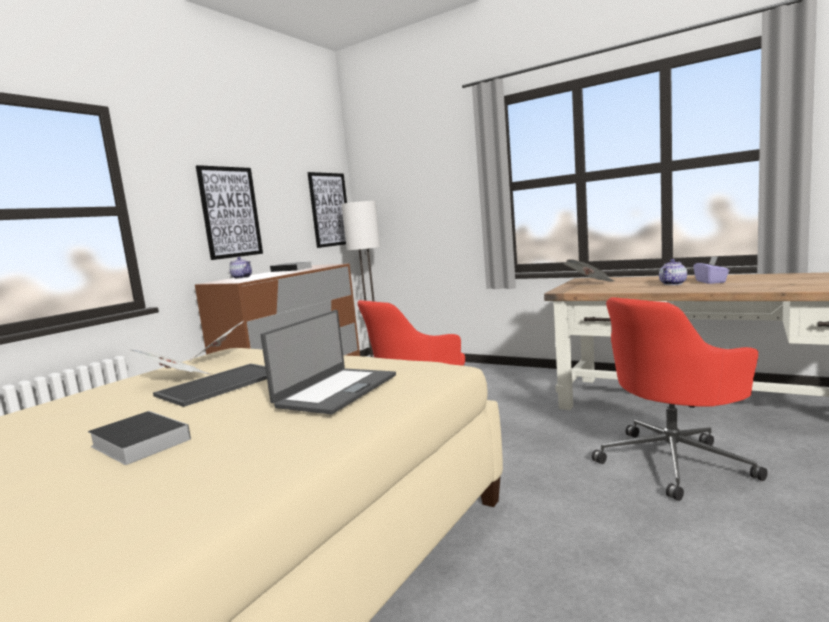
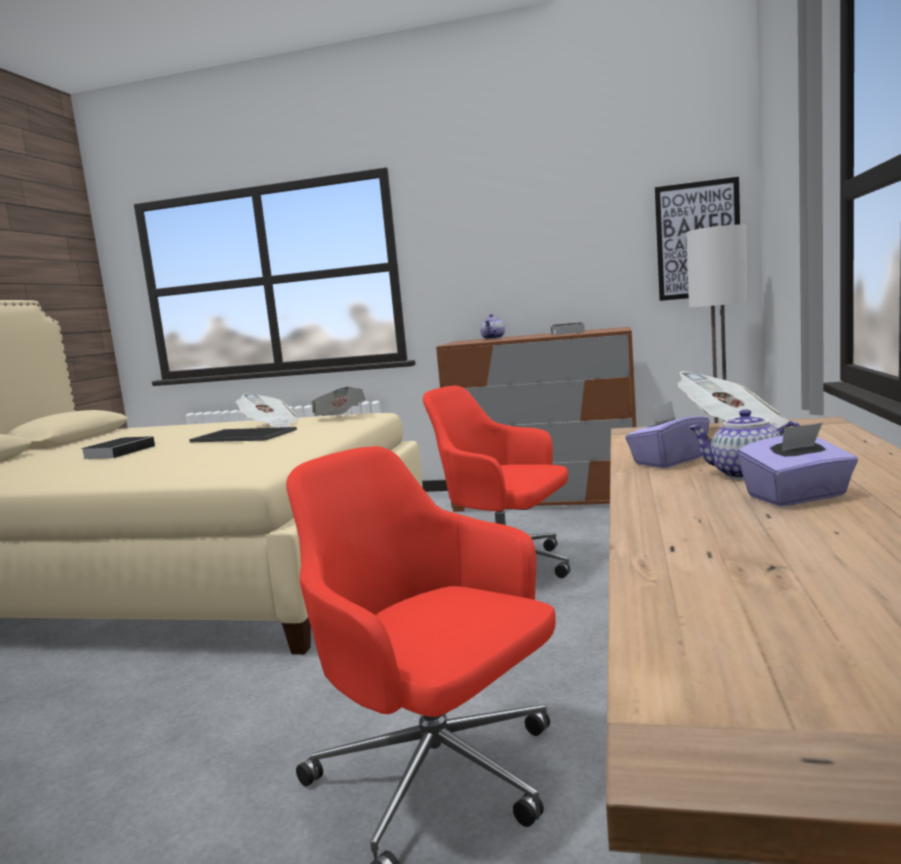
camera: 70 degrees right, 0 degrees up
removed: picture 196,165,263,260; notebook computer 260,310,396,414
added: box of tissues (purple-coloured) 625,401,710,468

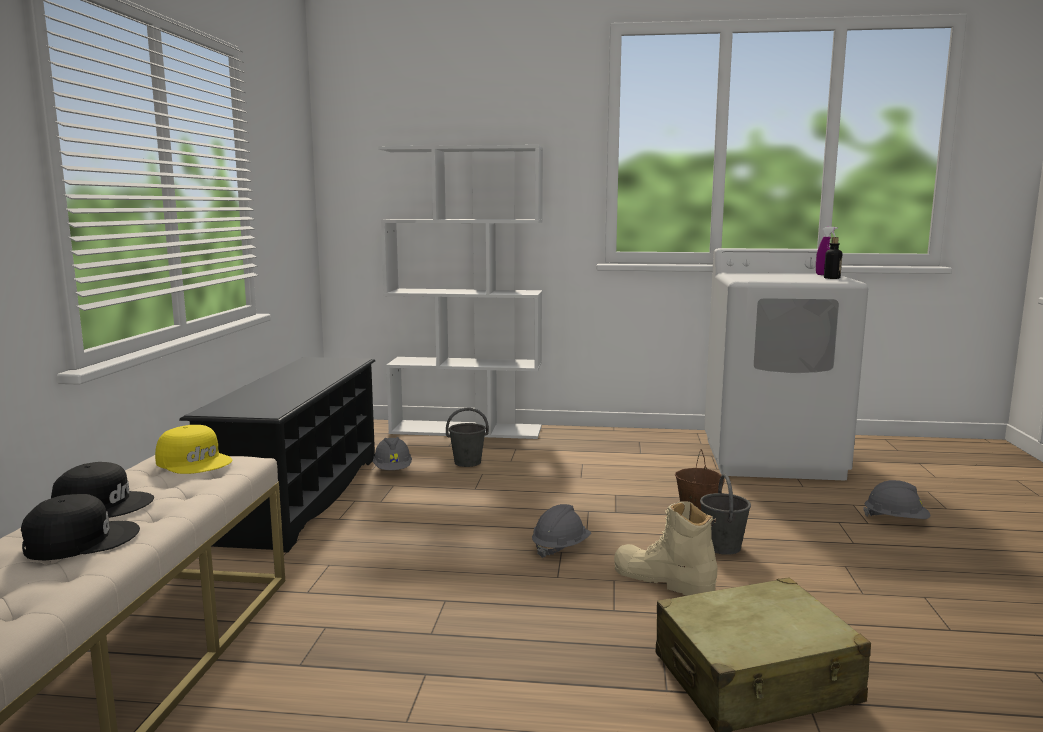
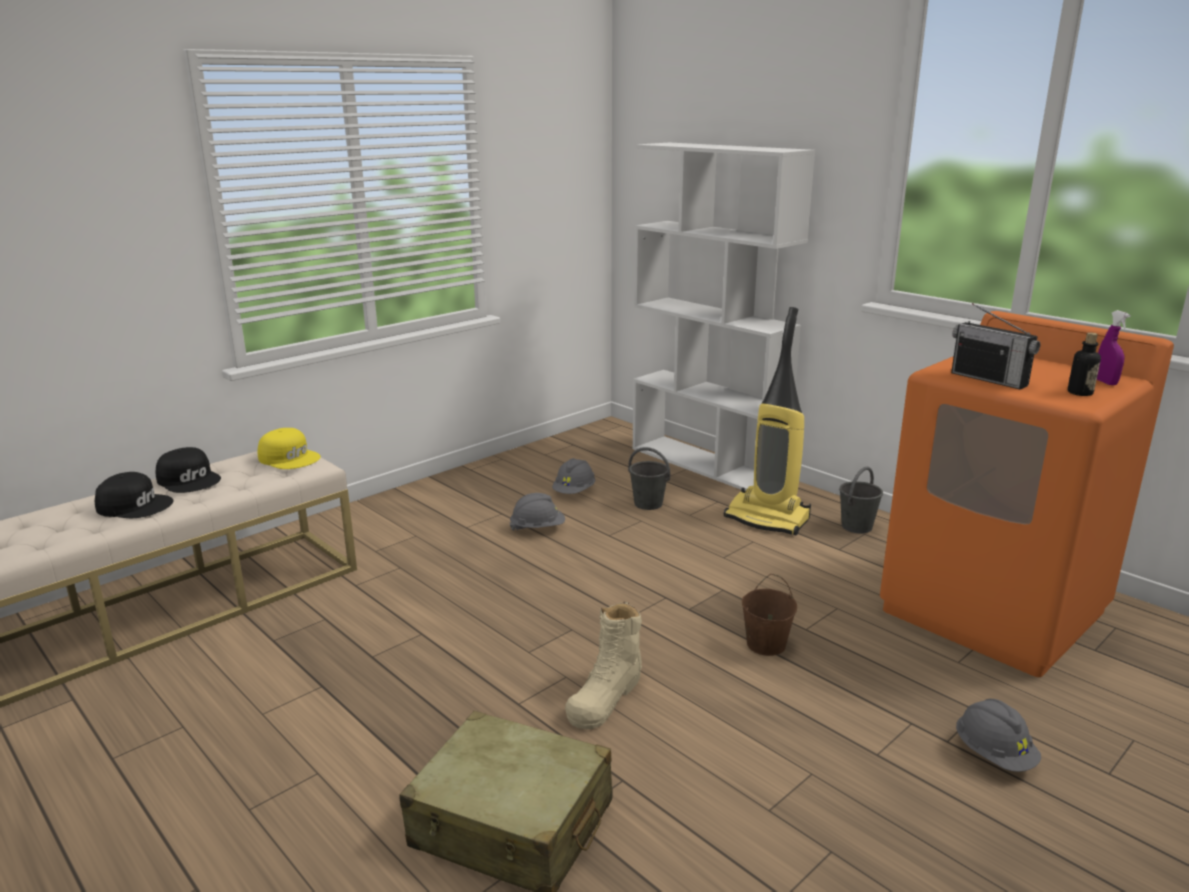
camera: 40 degrees right, 10 degrees up
removed: shoe rack (black-coloured) 179,357,375,553
added: vacuum 724,307,811,535; radio 951,303,1040,389
moved: hard hat (gray) 532,504,591,558 to 510,493,565,531; bucket (gray) 700,474,751,555 to 839,467,883,533
recoloured: laundry appliance (white-coloured) 704,248,868,480 to laundry appliance (orange-coloured) 880,311,1174,677
turned: cap (yellow-coloured) 155,425,232,474 = 257,428,321,469 45 degrees counterclockwise; boot (sand-coloured) 614,502,718,596 = 565,602,642,729 135 degrees counterclockwise

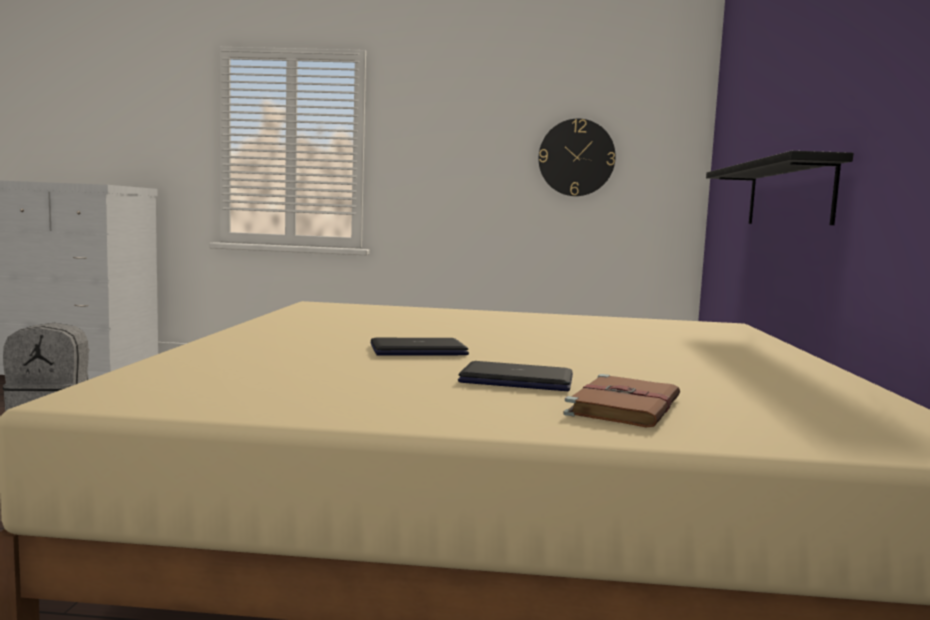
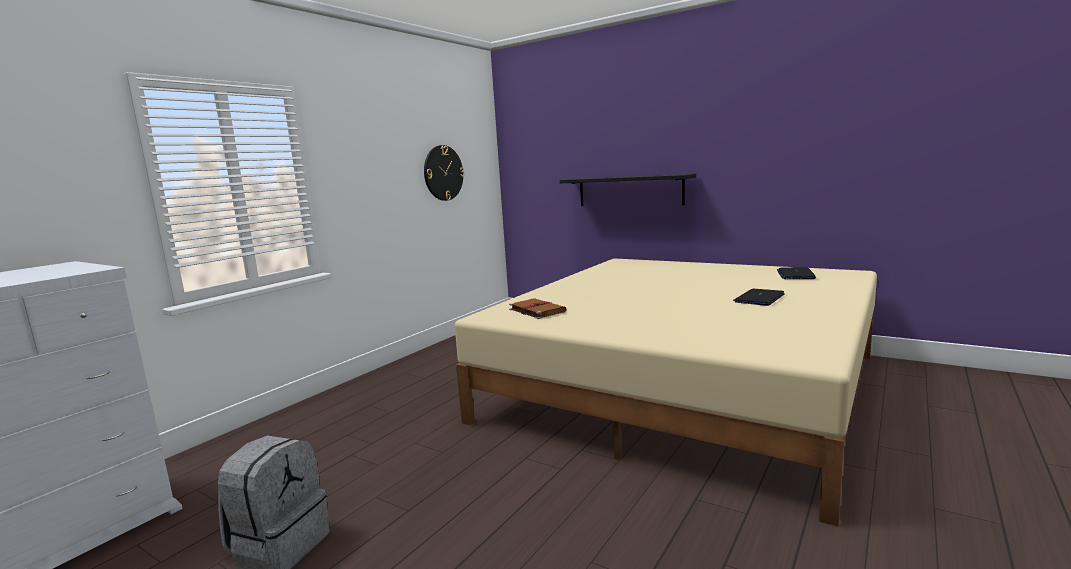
camera: 60 degrees left, 5 degrees up
moved: notebook computer 370,338,469,356 to 777,267,816,279; volume (brown-coloured) 563,374,680,428 to 509,298,566,319

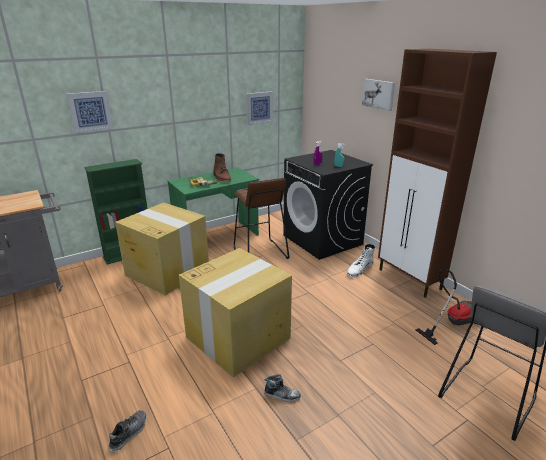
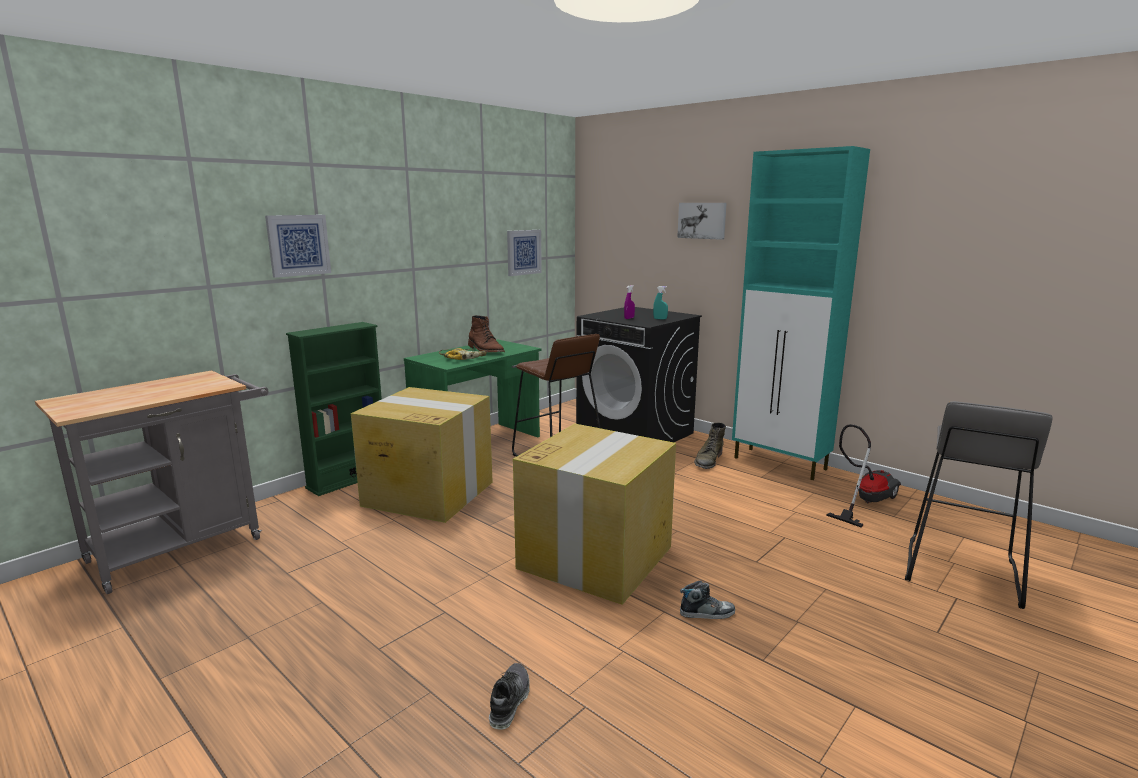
camera: 15 degrees left, 10 degrees down
recoloured: boot (white-coloured) 346,244,375,277 to boot (green-coloured) 694,422,726,469; storage cabinet (brown-coloured) 378,49,497,298 to storage cabinet (blue-green) 732,146,870,480

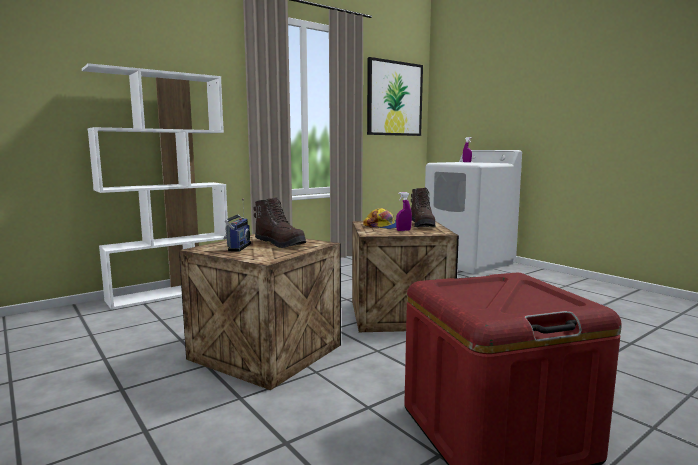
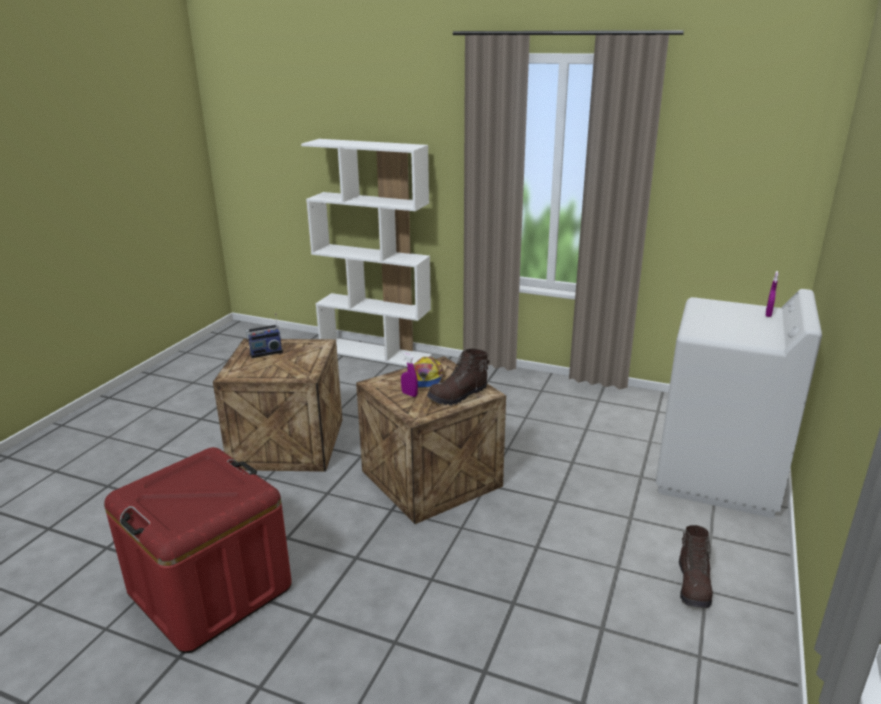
camera: 60 degrees right, 15 degrees up
removed: picture 367,57,423,136
moved: boot (brown-coloured) 253,197,306,248 to 679,525,713,608

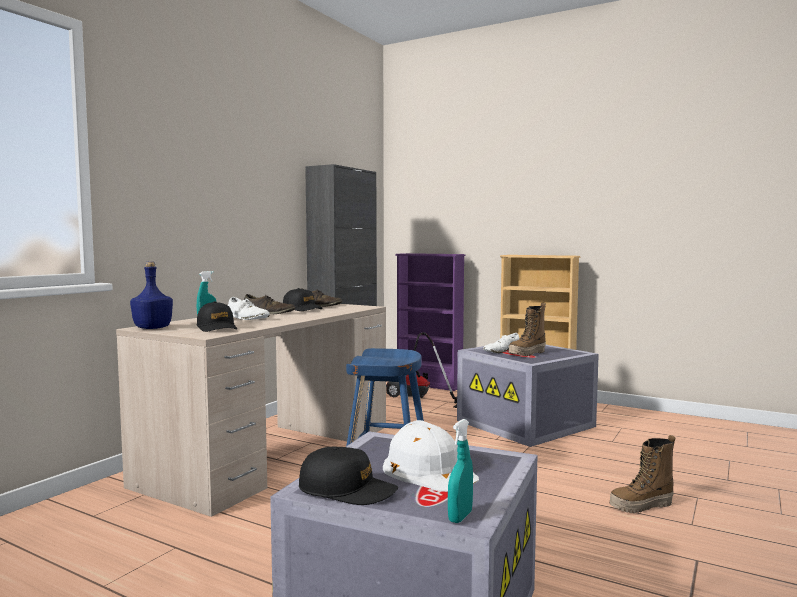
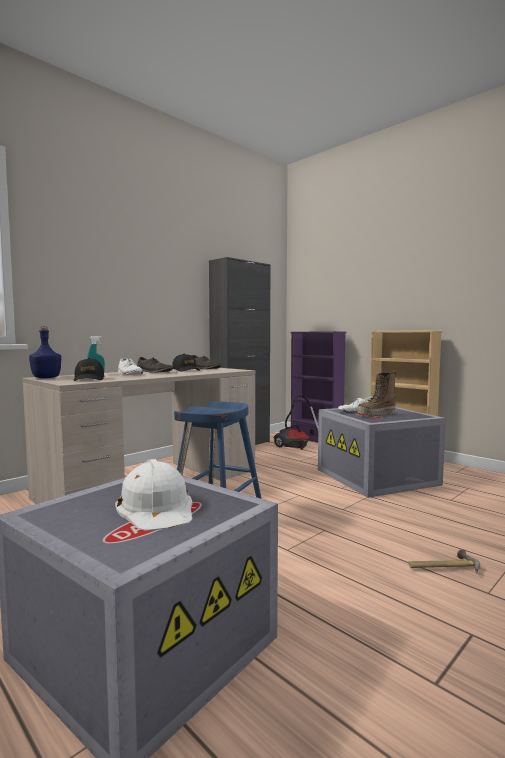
camera: 15 degrees right, 0 degrees up
removed: cap (black-coloured) 299,446,398,505; spray bottle (blue-green) 448,419,473,523
replaced: boot 610,435,675,513 to hammer 408,549,480,574

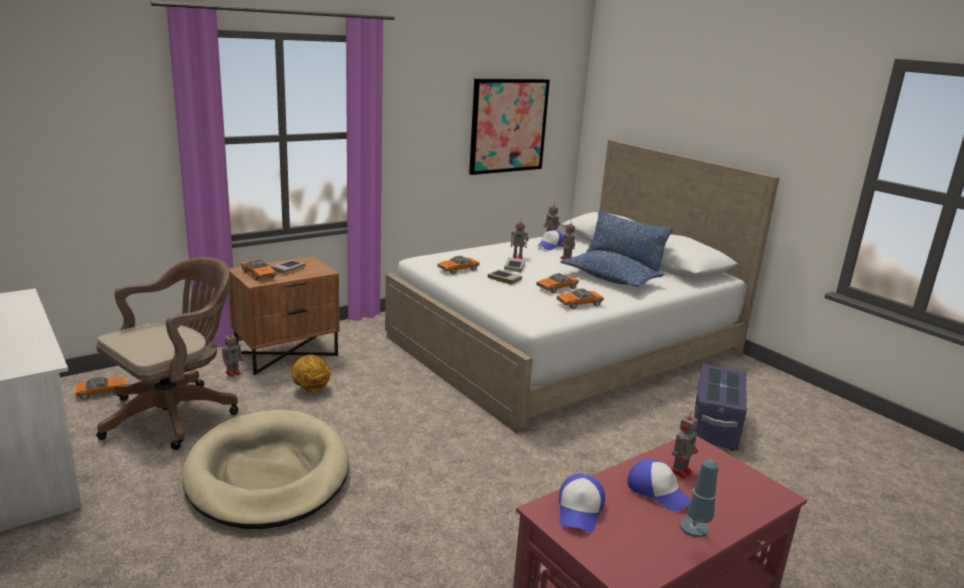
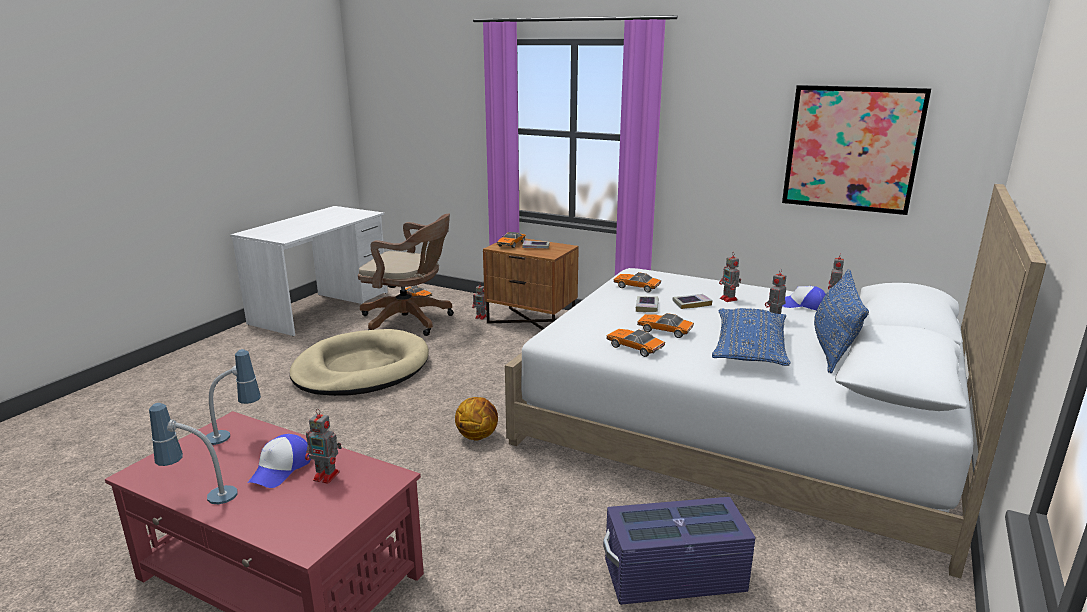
camera: 65 degrees right, 0 degrees up
moved: basketball 292,355,330,393 to 455,397,498,440
replaced: cap 559,474,605,532 to table lamp 206,349,261,445

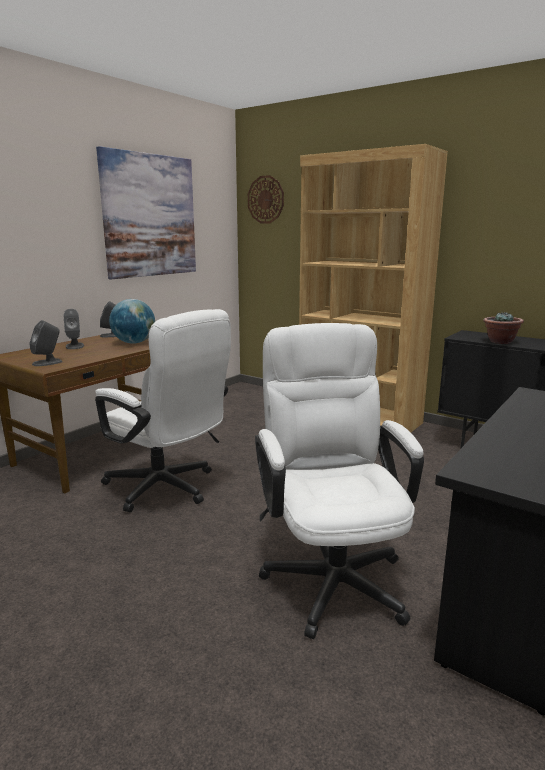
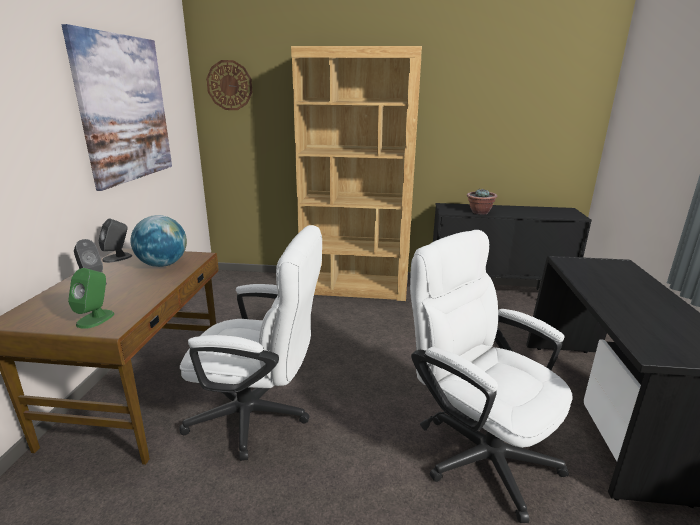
camera: 30 degrees left, 5 degrees up
recoloured: loudspeaker (gray) 29,320,63,366 to loudspeaker (green-coloured) 68,268,114,329

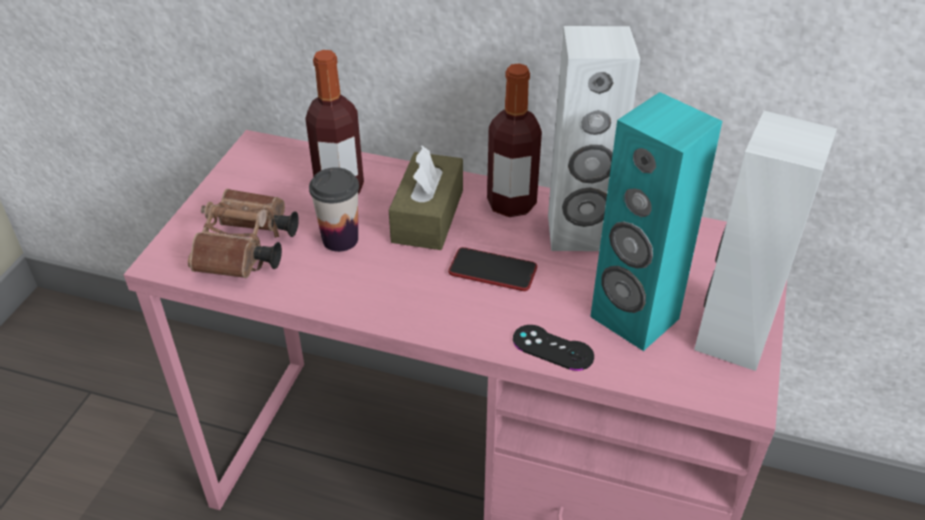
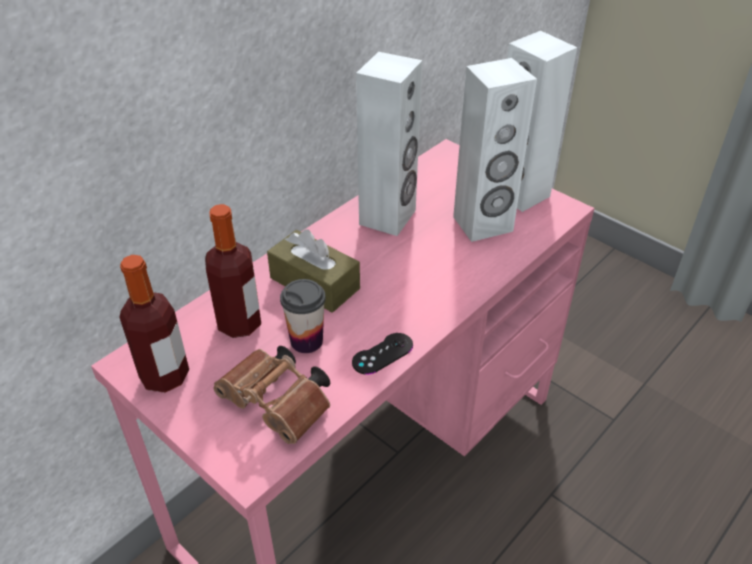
camera: 65 degrees left, 0 degrees up
removed: phone 448,247,537,291
moved: bottle 487,63,542,217 to 119,255,189,393; joypad (black-coloured) 513,325,594,371 to 352,333,413,375
recoloured: loudspeaker (blue-green) 590,92,722,351 to loudspeaker (white-coloured) 453,58,537,242

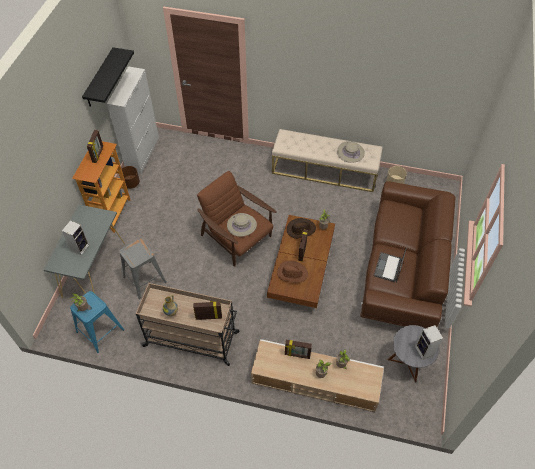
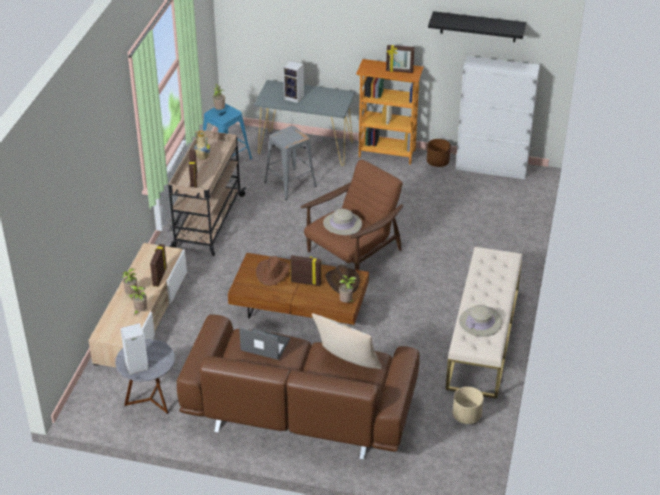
camera: 90 degrees right, 15 degrees down
added: throw pillow (sand-coloured) 312,313,382,369

